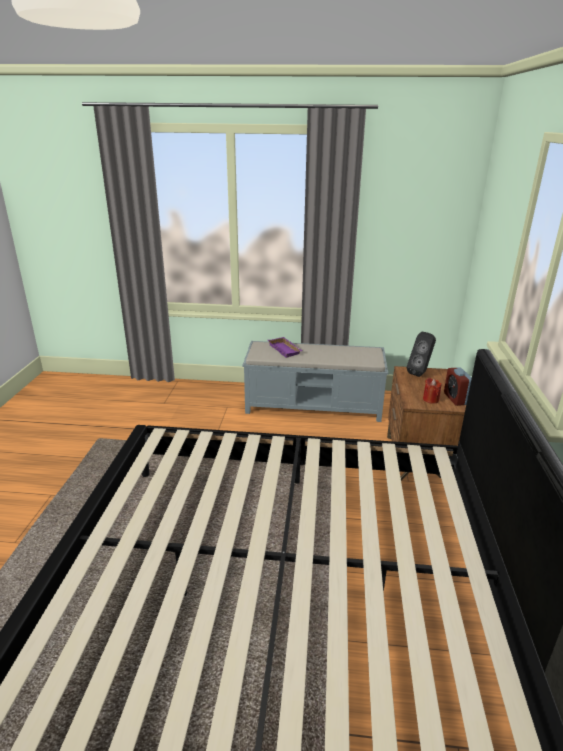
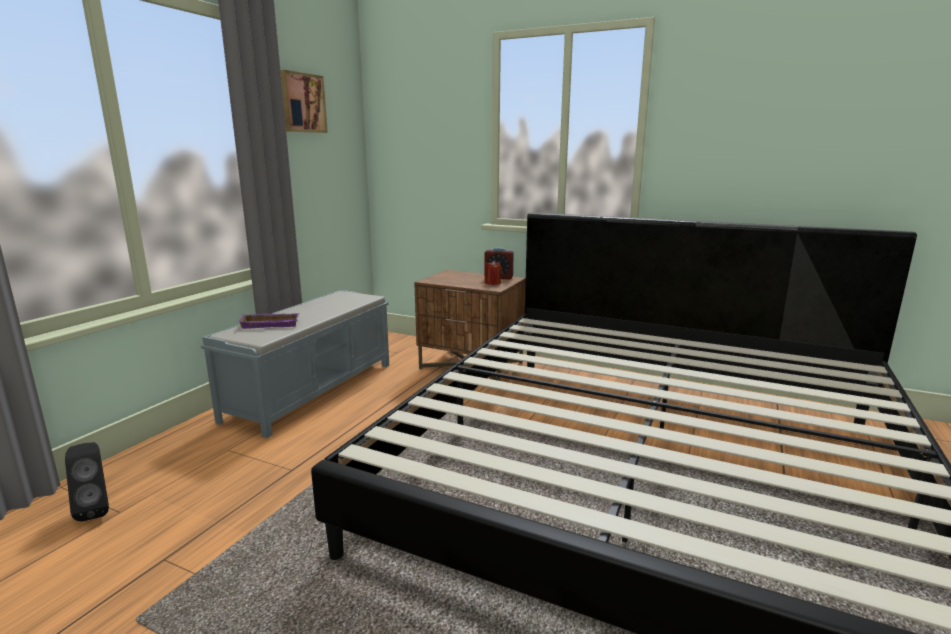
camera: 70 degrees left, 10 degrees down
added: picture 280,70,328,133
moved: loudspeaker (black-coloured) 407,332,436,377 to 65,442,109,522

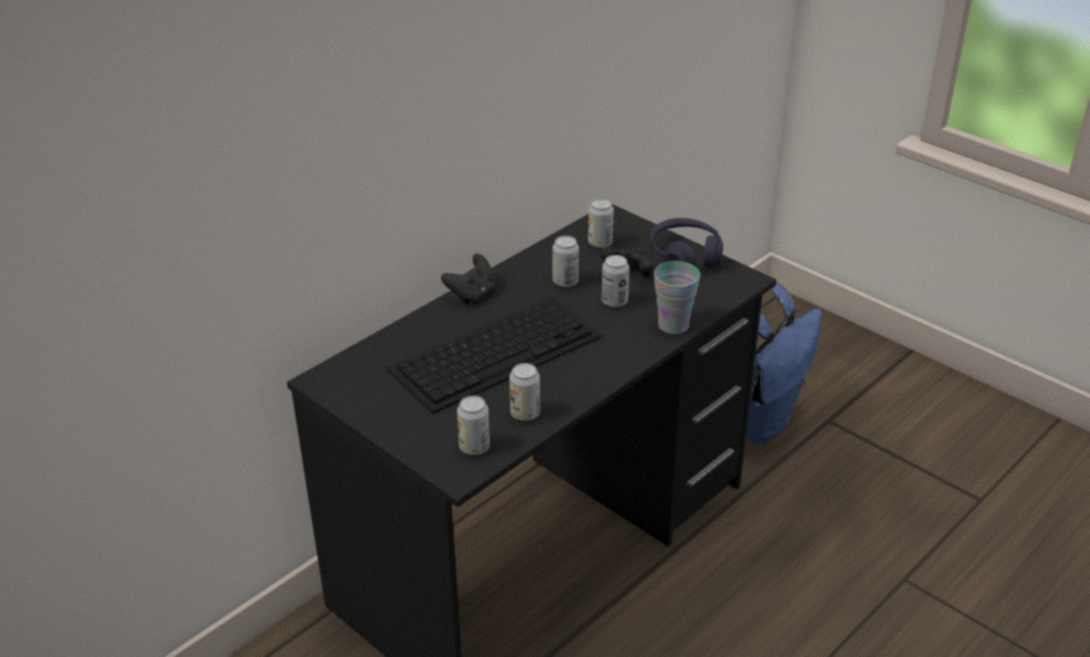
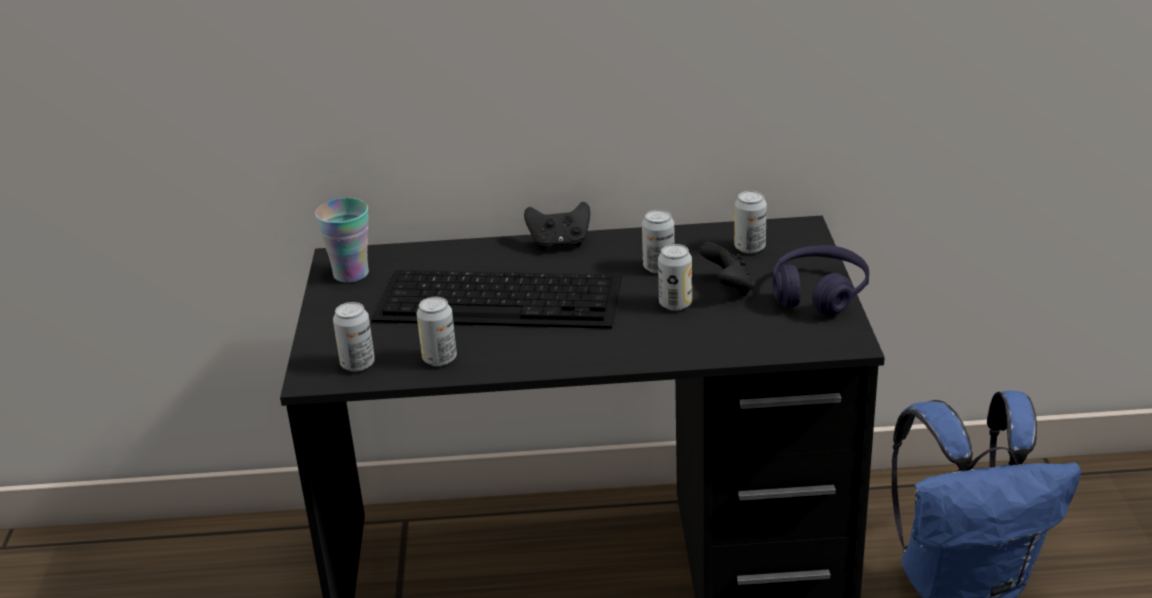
camera: 45 degrees right, 5 degrees down
moved: small cup 654,261,700,334 to 315,198,369,283

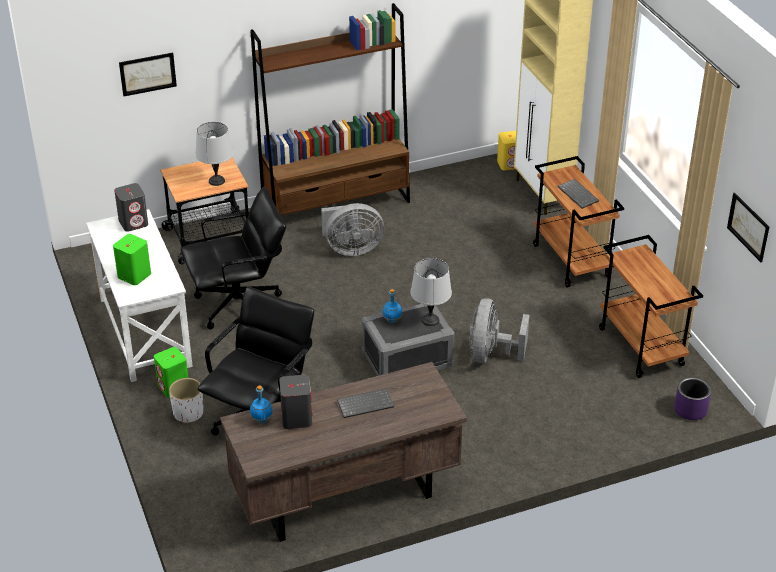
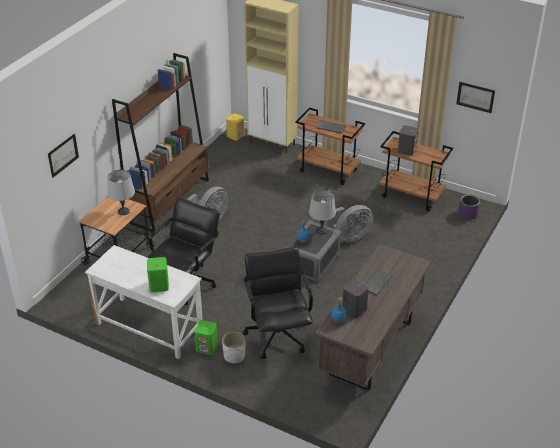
camera: 40 degrees left, 0 degrees up
moved: loudspeaker (gray) 114,183,148,232 to 398,125,418,156
turned: electric fan (gray) 469,298,530,363 = 324,205,374,242 90 degrees counterclockwise

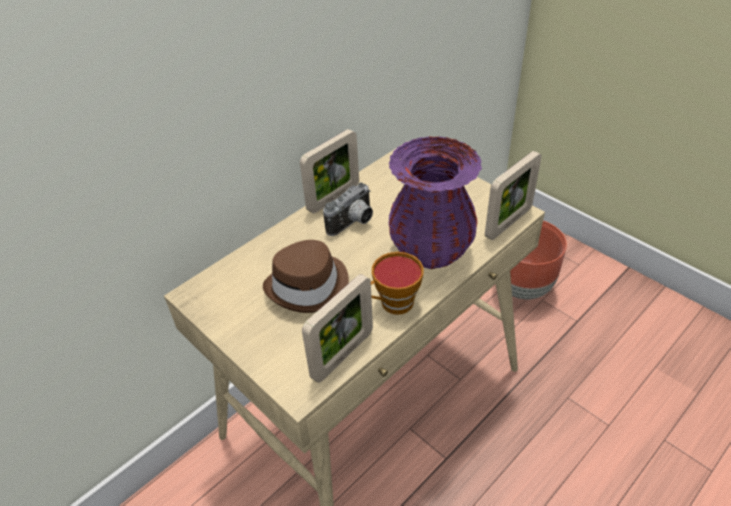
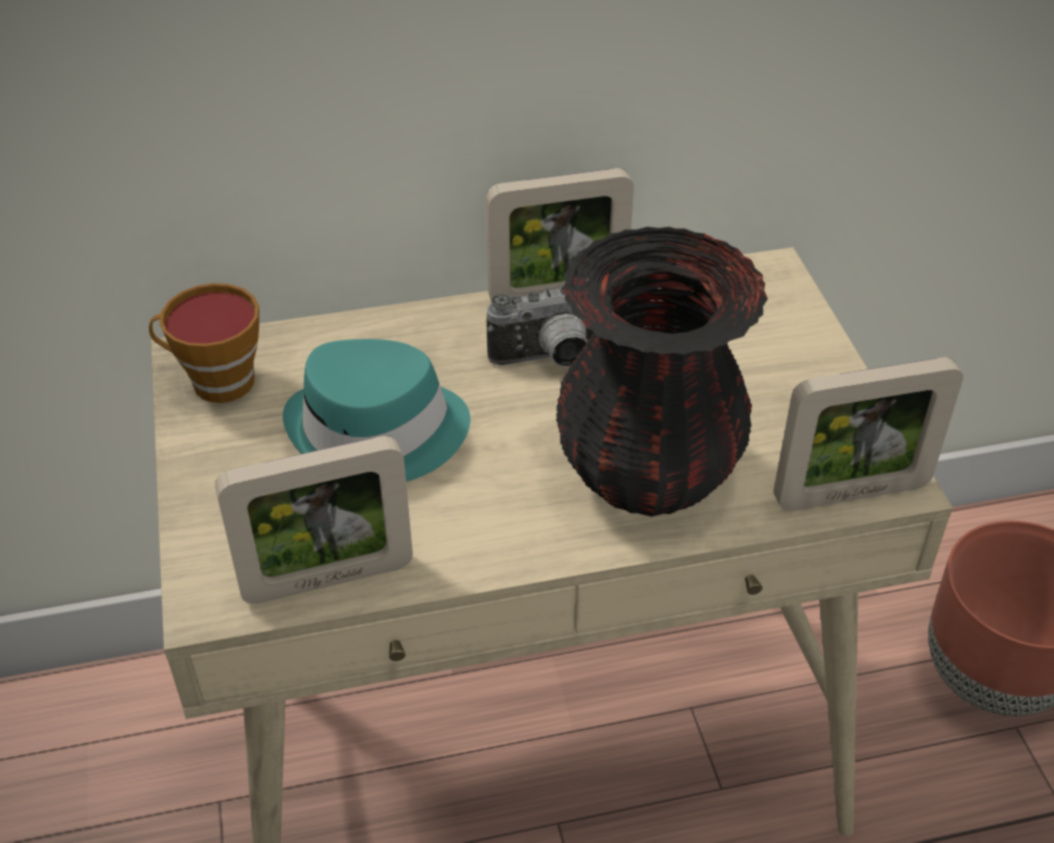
camera: 30 degrees right, 0 degrees up
moved: small cup 371,252,424,315 to 149,283,259,403
recoloured: clothing hat (brown-coloured) 263,240,349,313 to clothing hat (blue-green) 283,339,470,482; flower vase (purple-coloured) 388,136,482,269 to flower vase (black-coloured) 556,227,768,517

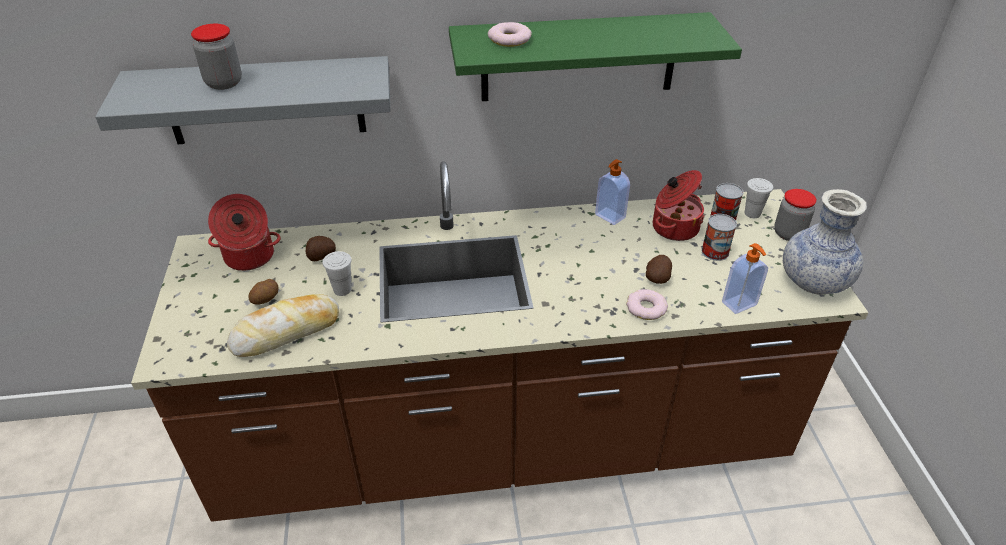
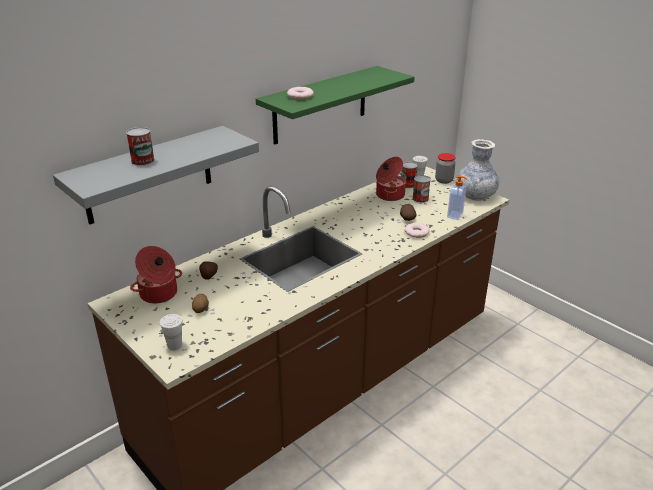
camera: 35 degrees left, 10 degrees down
removed: bakery bread 227,294,339,357; liquid soap bottle 595,159,630,225
moved: small cup (white-coloured) 322,251,352,296 to 159,314,183,350
replaced: jar 191,24,242,90 to sealed can 126,127,155,166

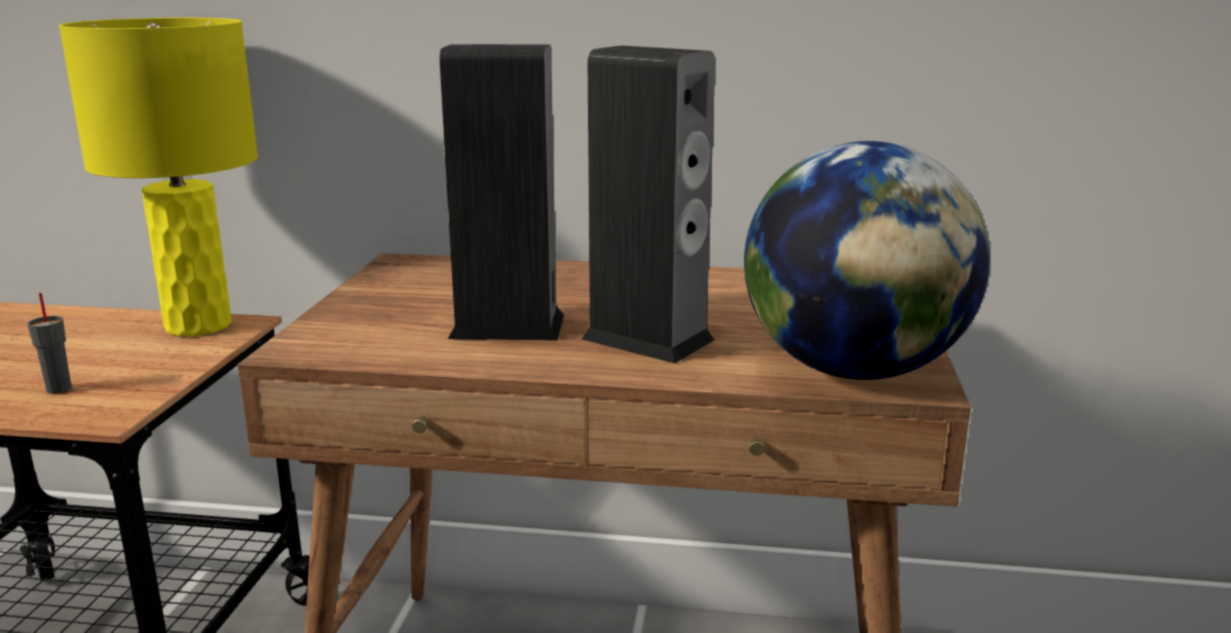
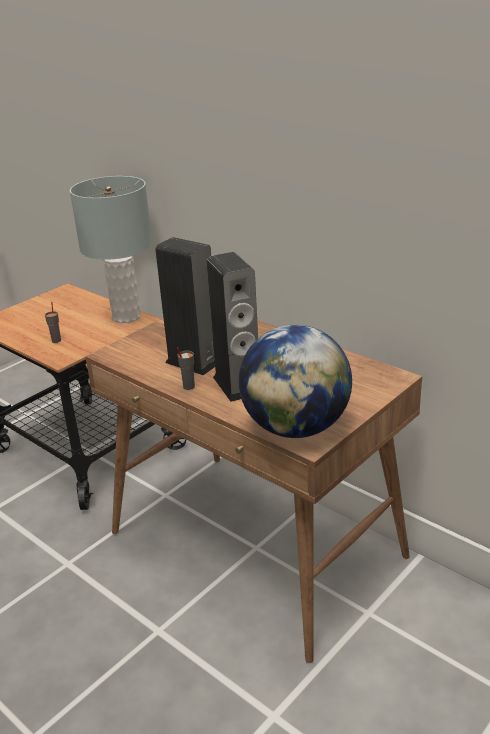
camera: 35 degrees right, 10 degrees up
added: small cup (gray) 177,347,195,390
recoloured: table lamp (yellow-coloured) 59,18,258,336 to table lamp (gray) 70,176,153,323

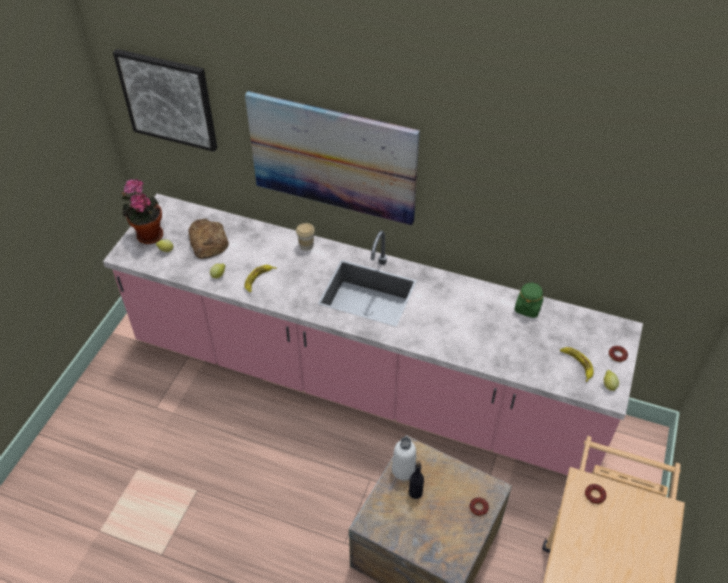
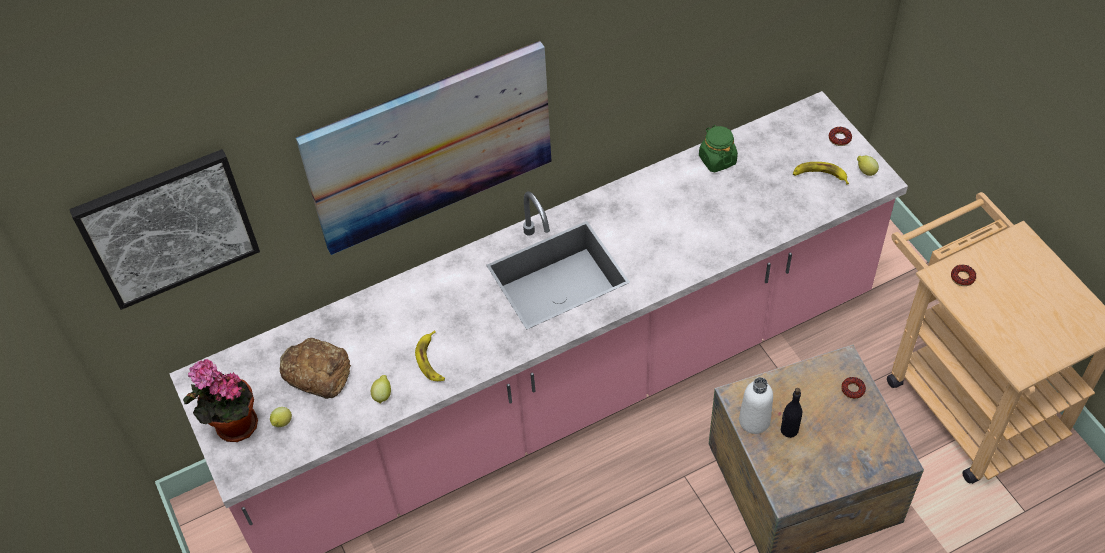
camera: 45 degrees left, 5 degrees up
removed: small cup 296,223,315,251

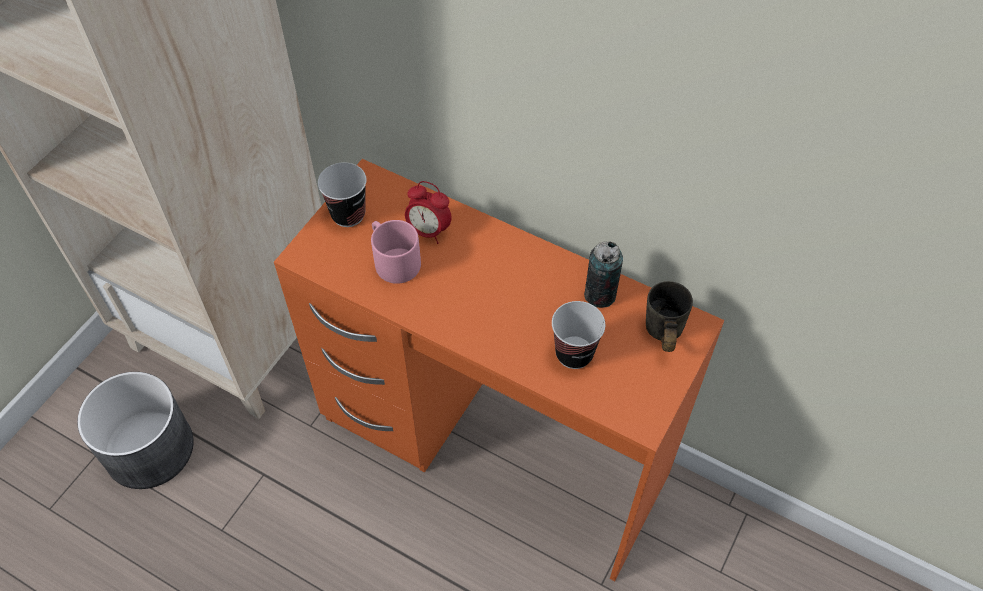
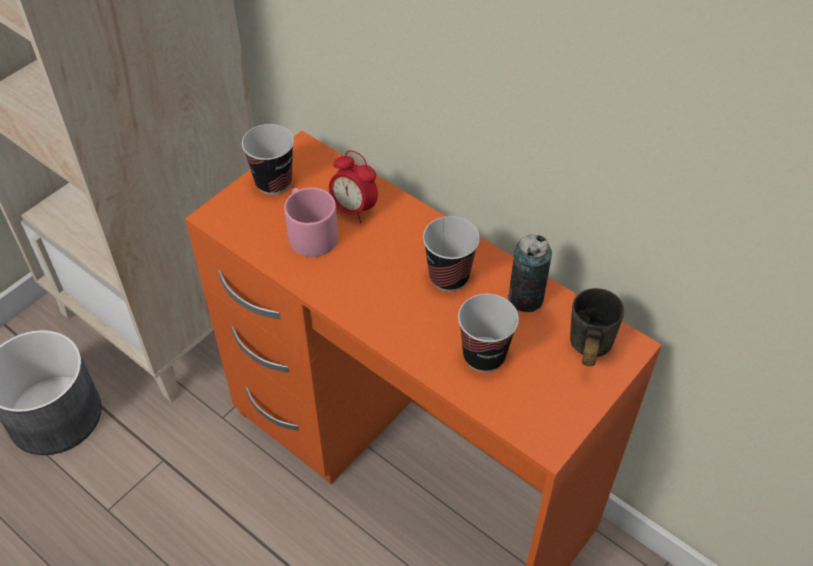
camera: 10 degrees right, 5 degrees down
added: small cup 423,216,480,292

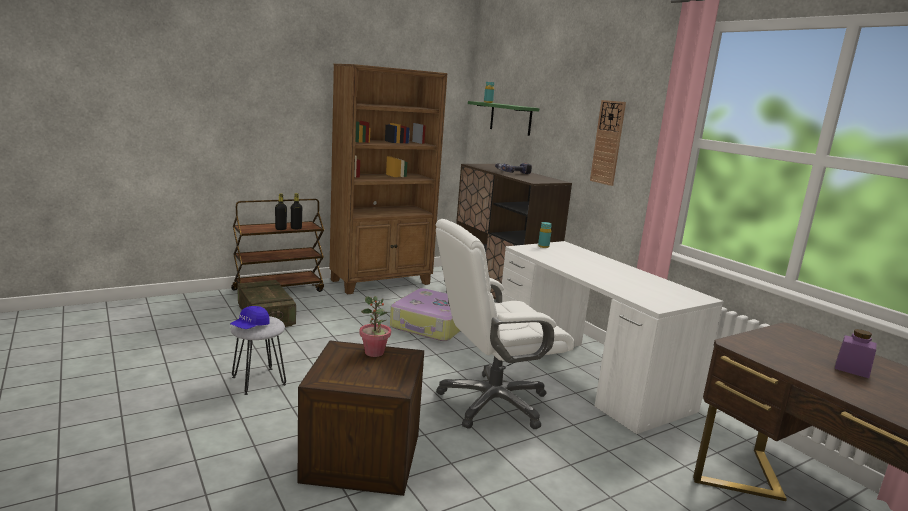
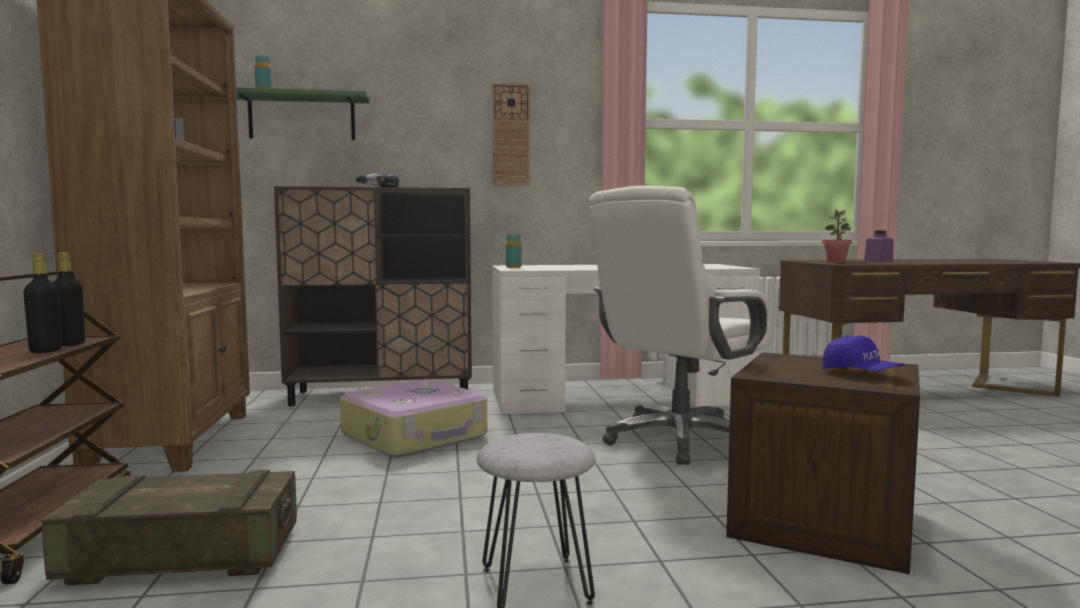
camera: 65 degrees left, 10 degrees down
moved: cap (blue) 230,306,269,329 to 823,335,904,371; plant in a pot 360,296,391,357 to 822,210,852,262
turned: office chair (white-coloured) 436,219,575,429 = 589,186,773,465 45 degrees clockwise

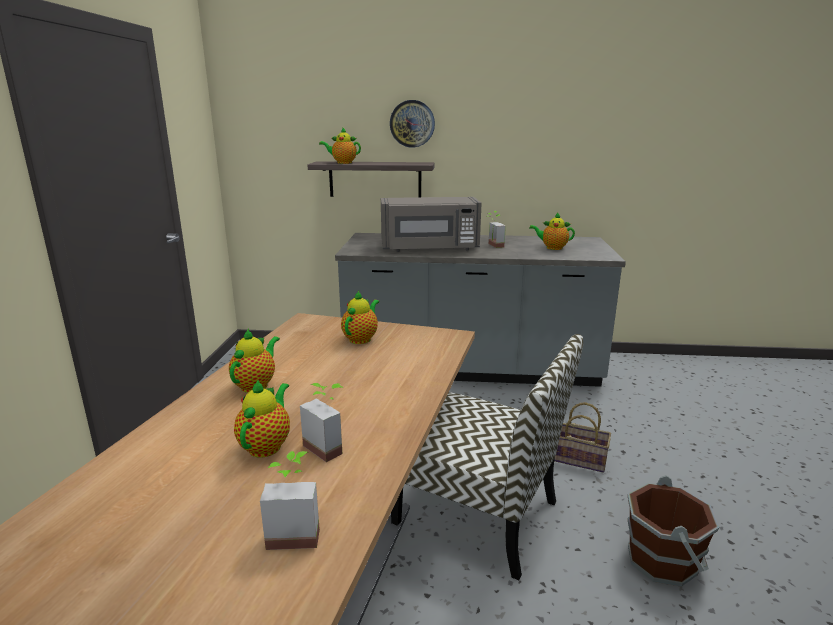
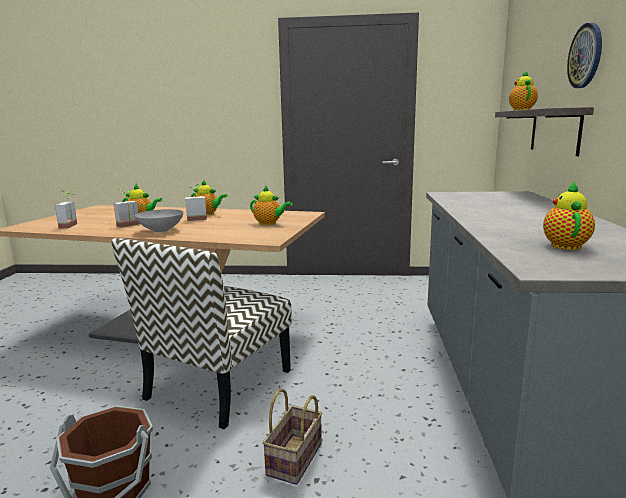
camera: 90 degrees right, 5 degrees down
removed: kitchen microwave (gray) 381,197,482,252
added: deep dish (gray) 135,209,184,232
moved: plant in a pot 487,211,506,248 to 185,184,207,221

